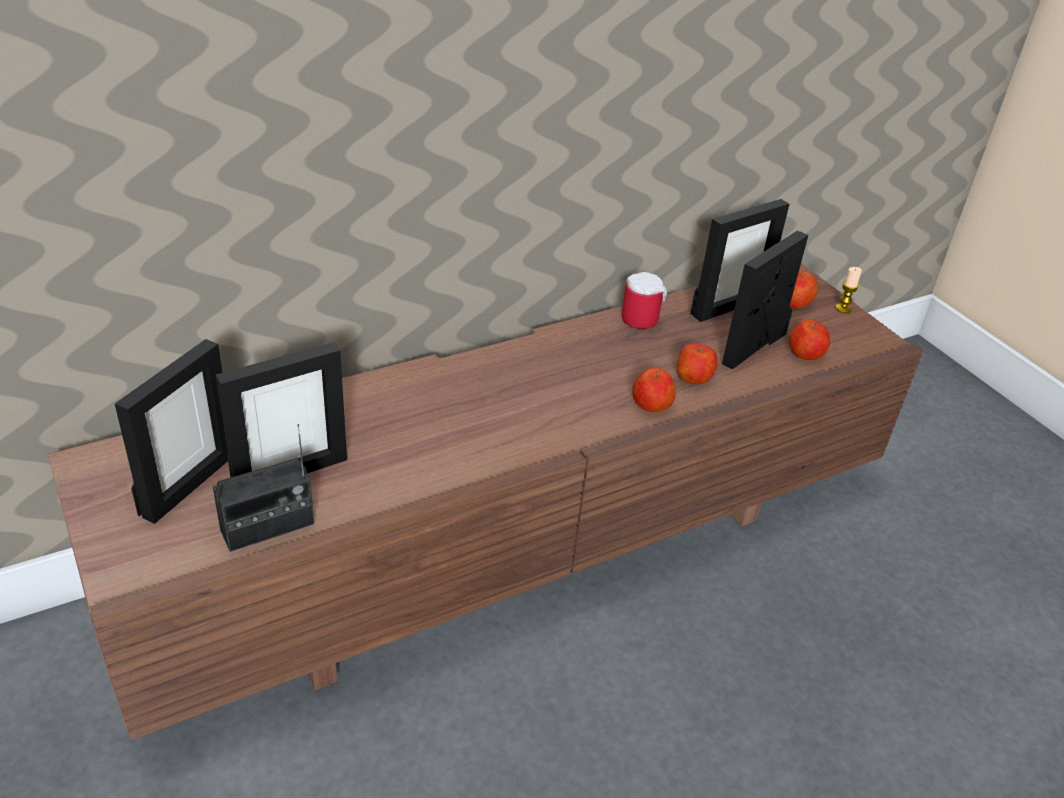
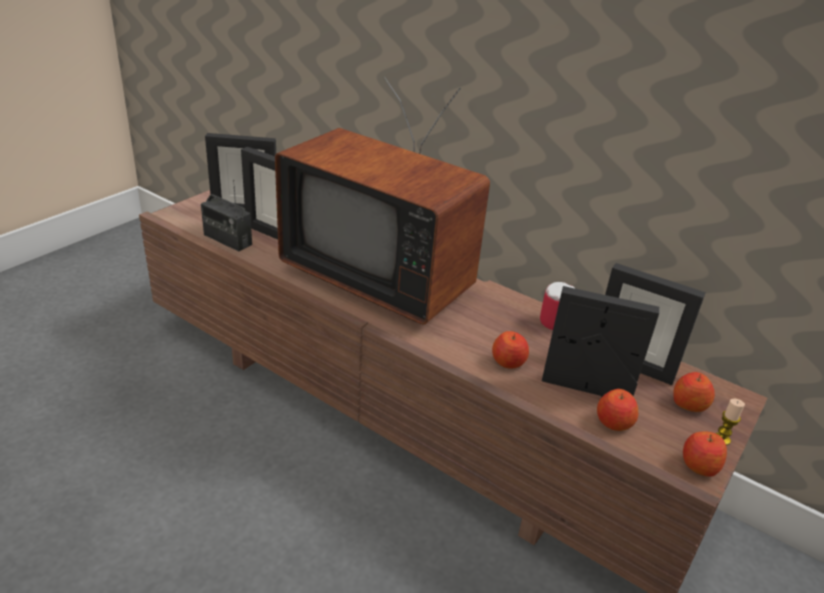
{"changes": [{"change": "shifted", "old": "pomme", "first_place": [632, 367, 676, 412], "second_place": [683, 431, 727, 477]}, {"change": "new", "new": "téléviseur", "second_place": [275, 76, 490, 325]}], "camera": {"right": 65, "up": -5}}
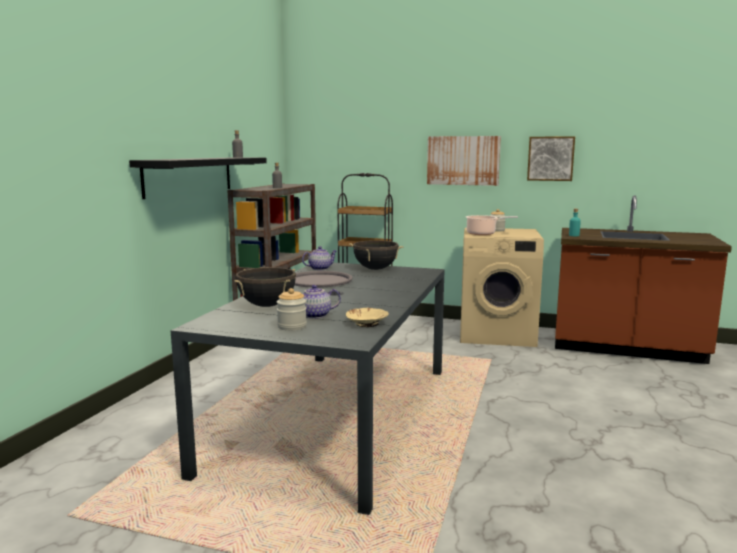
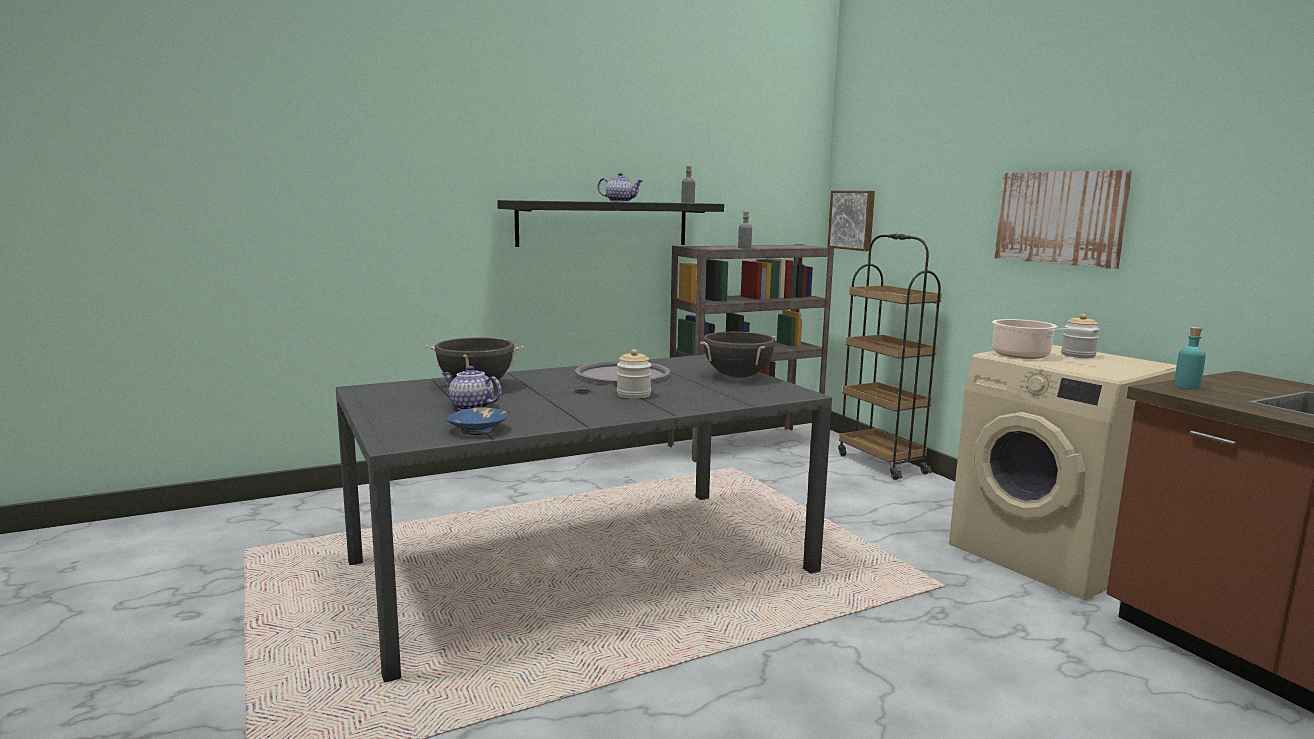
{"changes": [{"change": "shifted", "old": "bocal", "first_place": [277, 288, 307, 331], "second_place": [617, 349, 651, 399]}, {"change": "shifted", "old": "théière", "first_place": [302, 246, 337, 270], "second_place": [598, 173, 643, 202]}, {"change": "repainted", "old": "bol/beige", "new": "bol/bleu", "first_place": [346, 308, 389, 327], "second_place": [446, 407, 508, 435]}, {"change": "shifted", "old": "tableau", "first_place": [527, 136, 575, 181], "second_place": [827, 191, 875, 251]}], "camera": {"right": 45, "up": 0}}
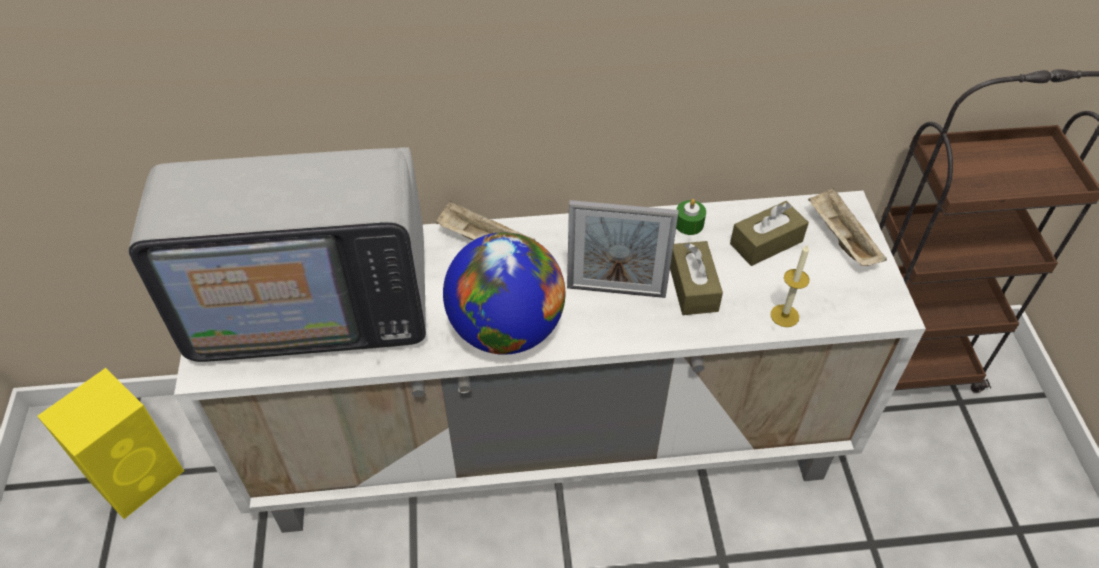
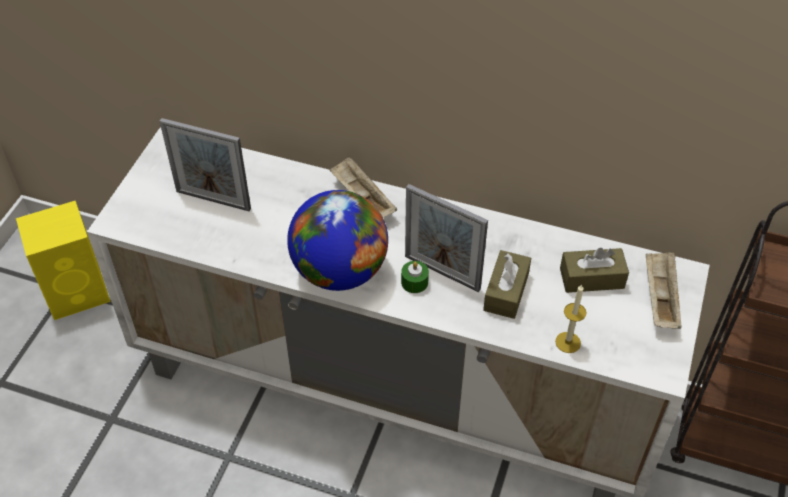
{"changes": [{"change": "swapped", "old": "téléviseur", "new": "cadre photo", "first_place": [128, 147, 426, 362], "second_place": [160, 118, 251, 211]}, {"change": "shifted", "old": "bougie/vert", "first_place": [676, 199, 706, 235], "second_place": [401, 261, 429, 293]}], "camera": {"right": 25, "up": 0}}
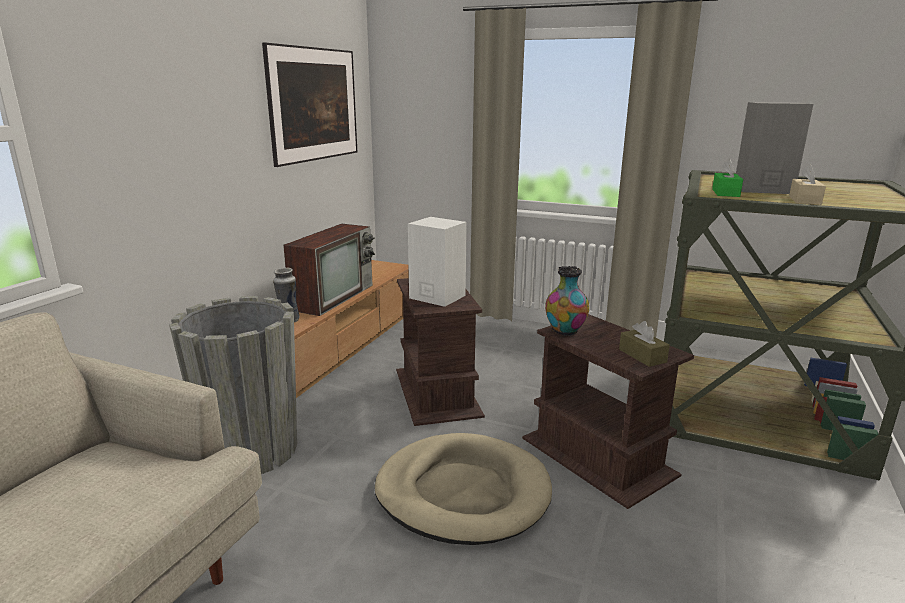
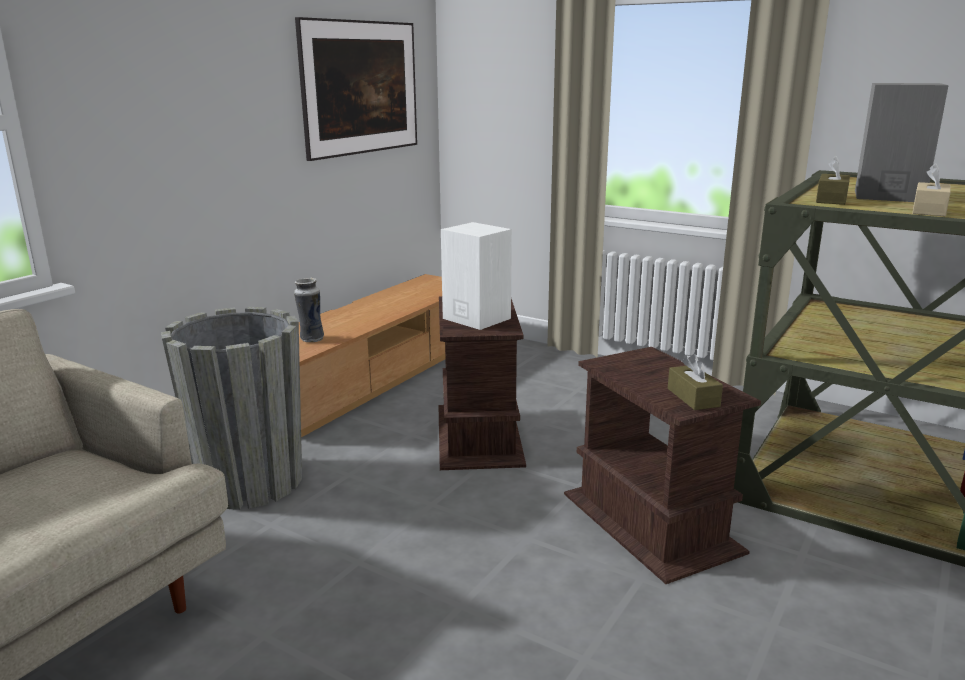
{"changes": [{"change": "gone", "old": "téléviseur", "first_place": [283, 224, 375, 316]}, {"change": "gone", "old": "panier pour chien/beige", "first_place": [374, 433, 552, 545]}, {"change": "gone", "old": "vase", "first_place": [545, 266, 589, 336]}, {"change": "repainted", "old": "boîte à mouchoirs/vert", "new": "boîte à mouchoirs/marron", "first_place": [712, 159, 743, 197], "second_place": [816, 156, 850, 205]}], "camera": {"right": 10, "up": 0}}
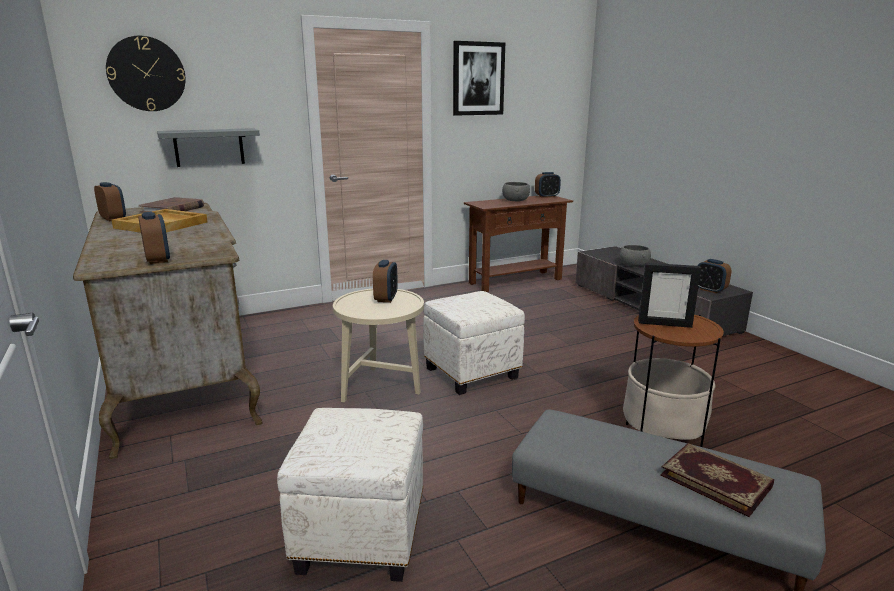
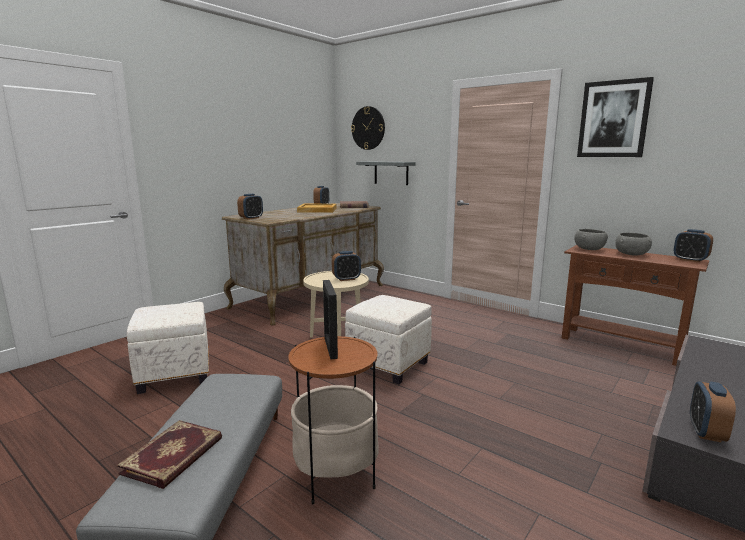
{"changes": [{"change": "shifted", "old": "bol/gris", "first_place": [620, 245, 651, 267], "second_place": [574, 229, 608, 250]}], "camera": {"right": 65, "up": -5}}
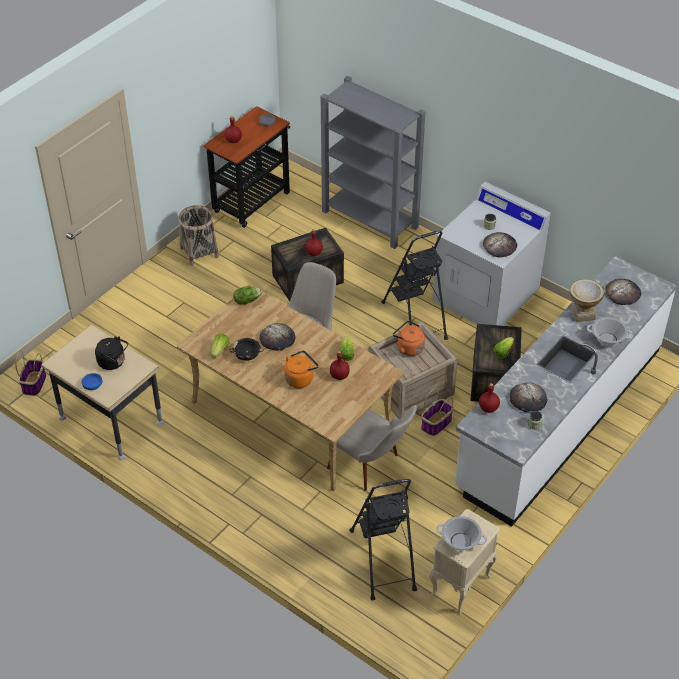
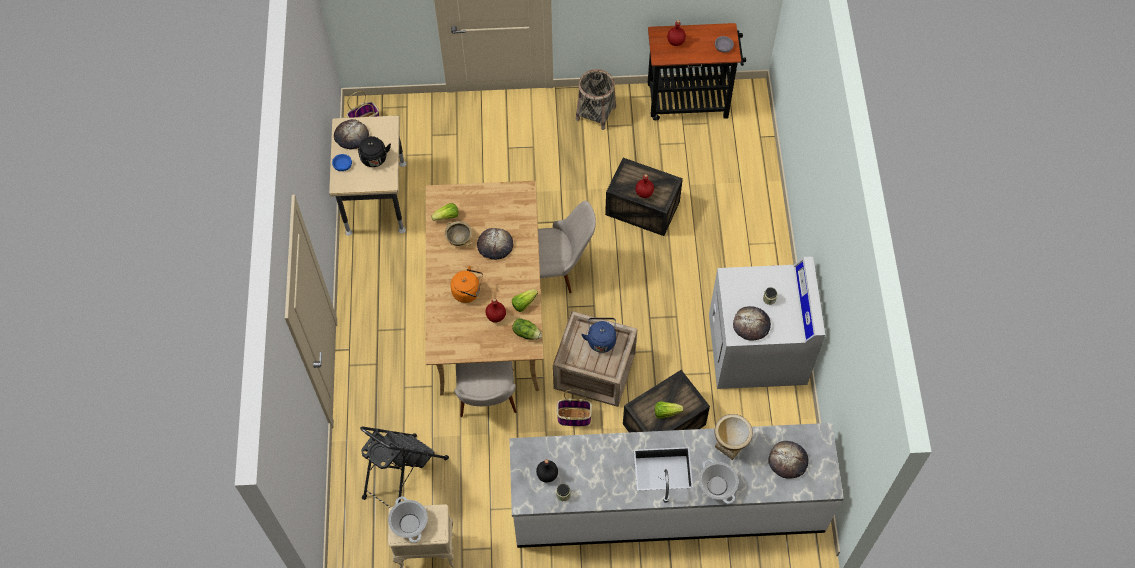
{"changes": [{"change": "repainted", "old": "bol/noir", "new": "bol/beige", "first_place": [229, 338, 264, 361], "second_place": [445, 221, 472, 246]}, {"change": "shifted", "old": "laitue", "first_place": [233, 286, 262, 305], "second_place": [512, 318, 542, 340]}, {"change": "gone", "old": "bibliothèque/gris", "first_place": [321, 76, 425, 249]}, {"change": "gone", "old": "escabeau", "first_place": [381, 231, 448, 340]}, {"change": "repainted", "old": "bouilloire/orange", "new": "bouilloire/bleu", "first_place": [393, 321, 425, 356], "second_place": [581, 318, 616, 353]}, {"change": "gone", "old": "bouteille/rouge", "first_place": [479, 383, 500, 413]}, {"change": "shifted", "old": "pain", "first_place": [509, 382, 548, 412], "second_place": [334, 119, 369, 149]}, {"change": "new", "new": "bouteille/noir", "second_place": [536, 459, 558, 483]}], "camera": {"right": 50, "up": 15}}
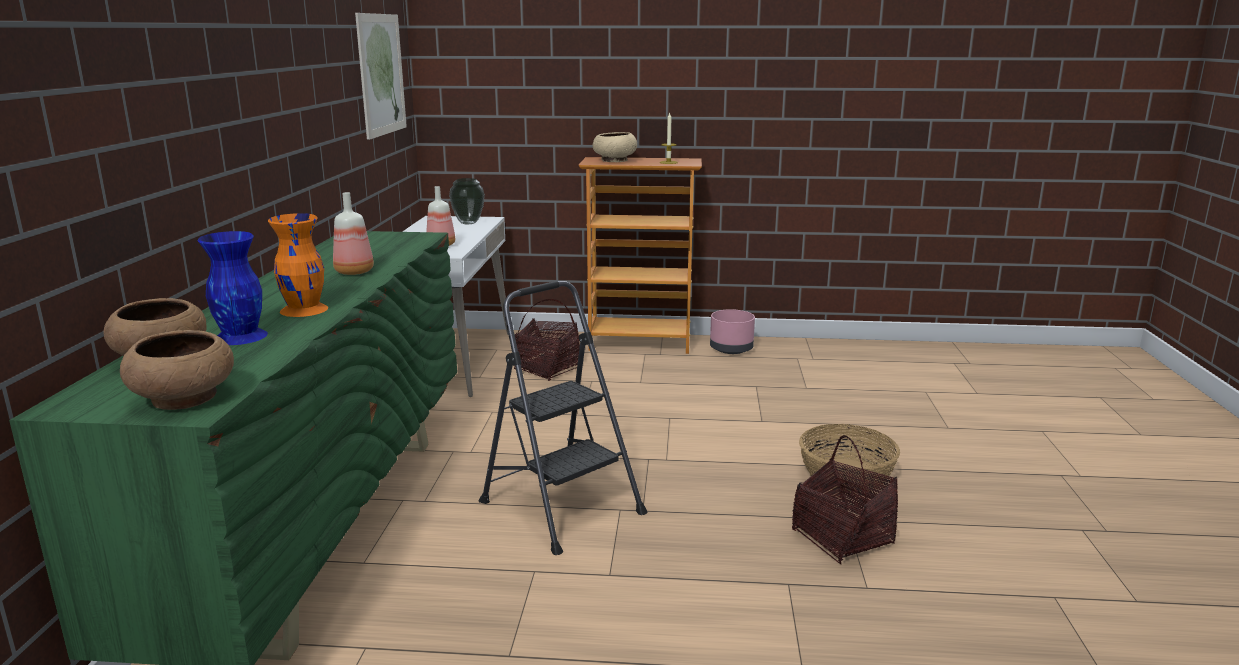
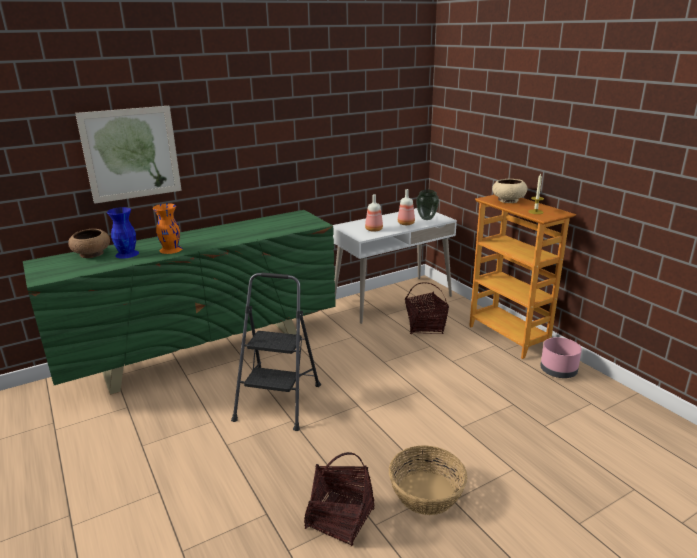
{"changes": [{"change": "gone", "old": "bol/marron", "first_place": [120, 330, 234, 410]}, {"change": "shifted", "old": "bouteille", "first_place": [333, 192, 374, 275], "second_place": [398, 189, 415, 225]}, {"change": "shifted", "old": "tableau", "first_place": [355, 13, 407, 140], "second_place": [75, 106, 181, 204]}], "camera": {"right": 55, "up": 5}}
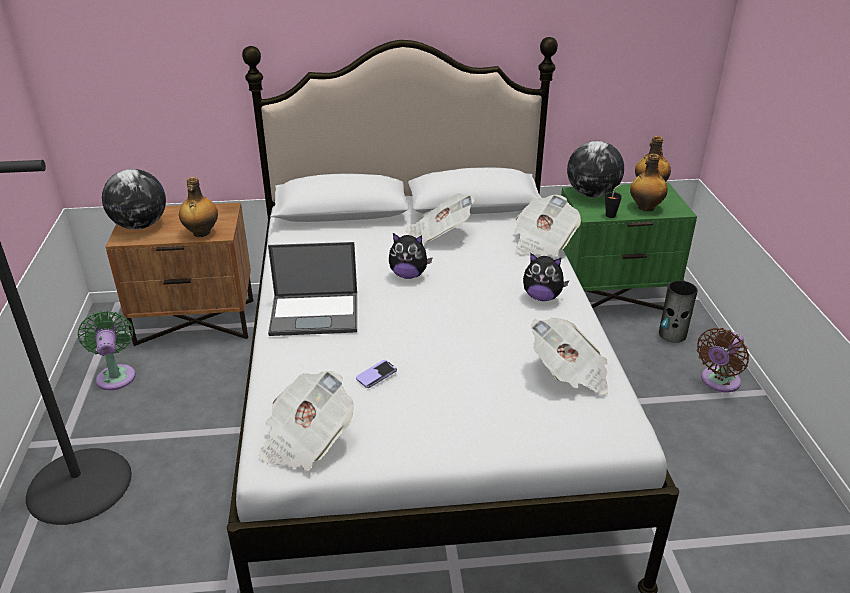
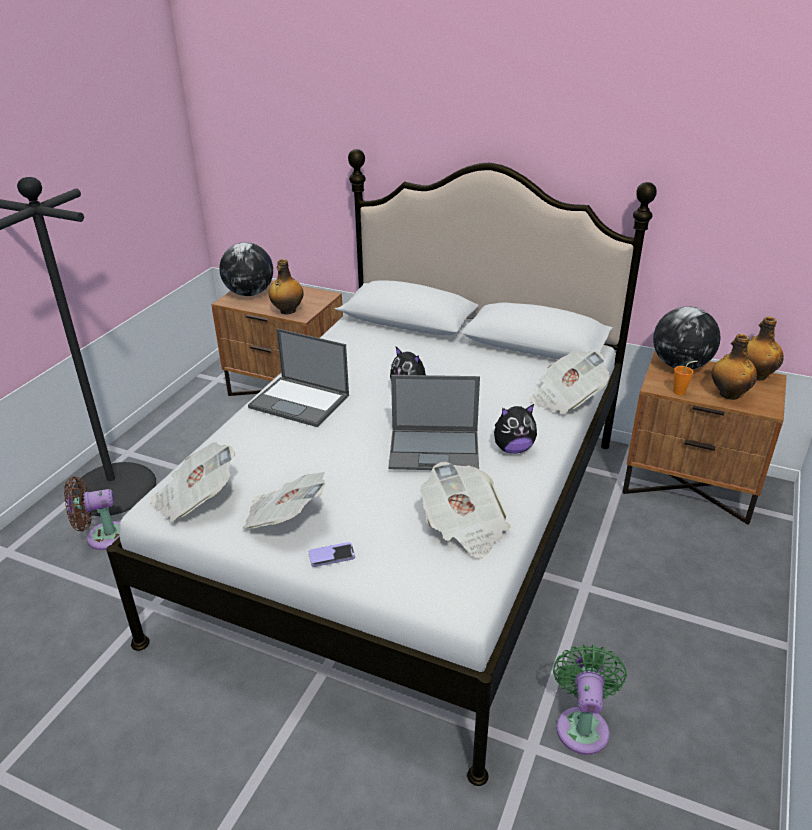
{"changes": [{"change": "shifted", "old": "ventilateur/vert", "first_place": [78, 311, 136, 390], "second_place": [553, 645, 627, 755]}, {"change": "shifted", "old": "téléphone", "first_place": [356, 360, 397, 388], "second_place": [309, 542, 355, 567]}, {"change": "shifted", "old": "journal", "first_place": [406, 193, 475, 244], "second_place": [242, 472, 325, 529]}, {"change": "rotated", "old": "peluche", "first_place": [523, 253, 569, 301], "second_place": [494, 404, 537, 454], "degrees": -60}, {"change": "repainted", "old": "table de chevet/vert", "new": "table de chevet/marron", "first_place": [561, 182, 697, 310], "second_place": [623, 351, 787, 525]}, {"change": "repainted", "old": "tasse/noir", "new": "tasse/orange", "first_place": [605, 185, 622, 218], "second_place": [673, 361, 698, 395]}, {"change": "gone", "old": "vase", "first_place": [659, 280, 698, 343]}, {"change": "shifted", "old": "ventilateur/marron", "first_place": [697, 328, 749, 392], "second_place": [64, 476, 120, 550]}, {"change": "new", "new": "ordinateur portable", "second_place": [389, 375, 480, 470]}], "camera": {"right": 30, "up": 0}}
